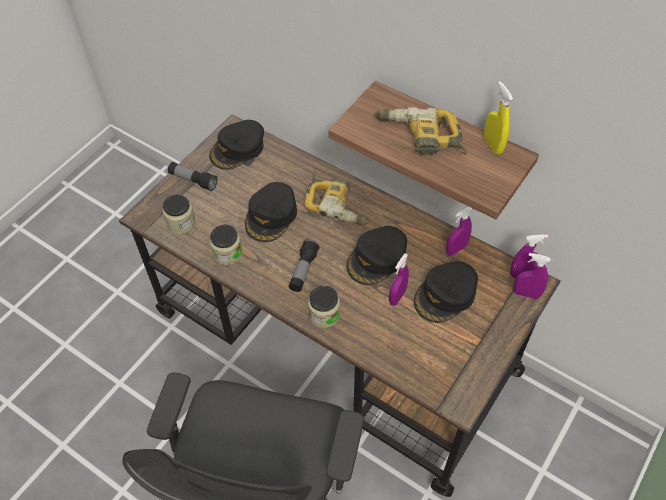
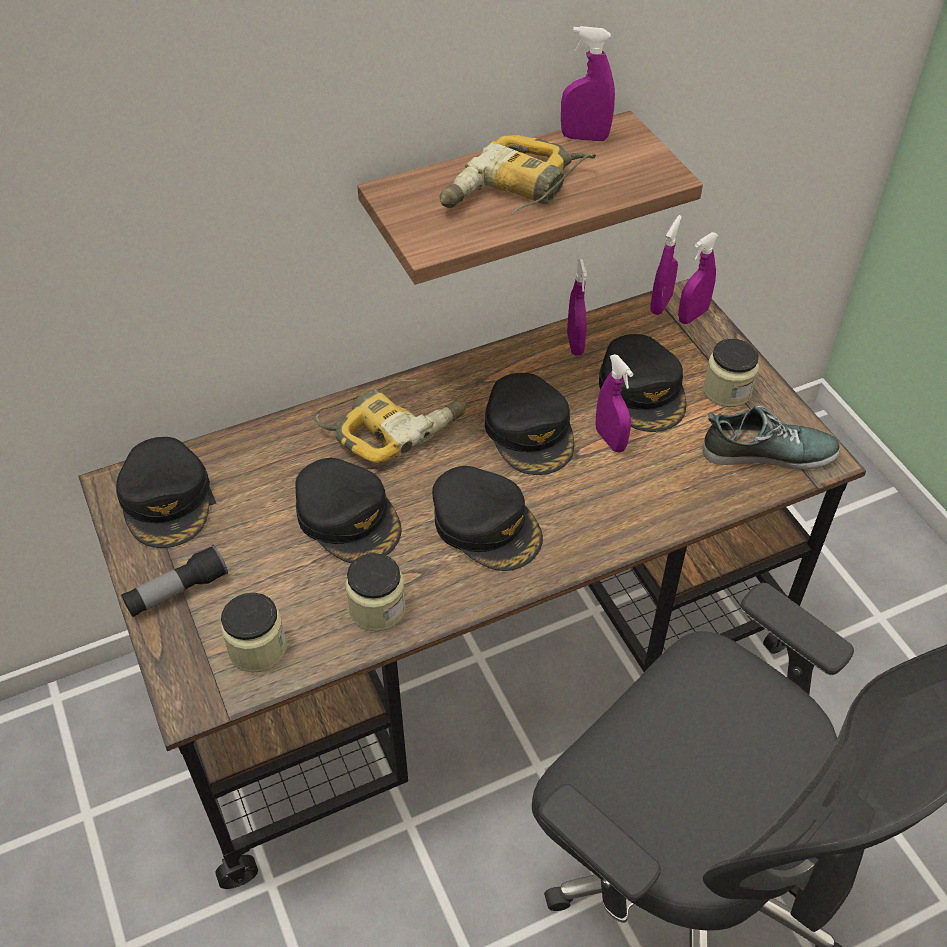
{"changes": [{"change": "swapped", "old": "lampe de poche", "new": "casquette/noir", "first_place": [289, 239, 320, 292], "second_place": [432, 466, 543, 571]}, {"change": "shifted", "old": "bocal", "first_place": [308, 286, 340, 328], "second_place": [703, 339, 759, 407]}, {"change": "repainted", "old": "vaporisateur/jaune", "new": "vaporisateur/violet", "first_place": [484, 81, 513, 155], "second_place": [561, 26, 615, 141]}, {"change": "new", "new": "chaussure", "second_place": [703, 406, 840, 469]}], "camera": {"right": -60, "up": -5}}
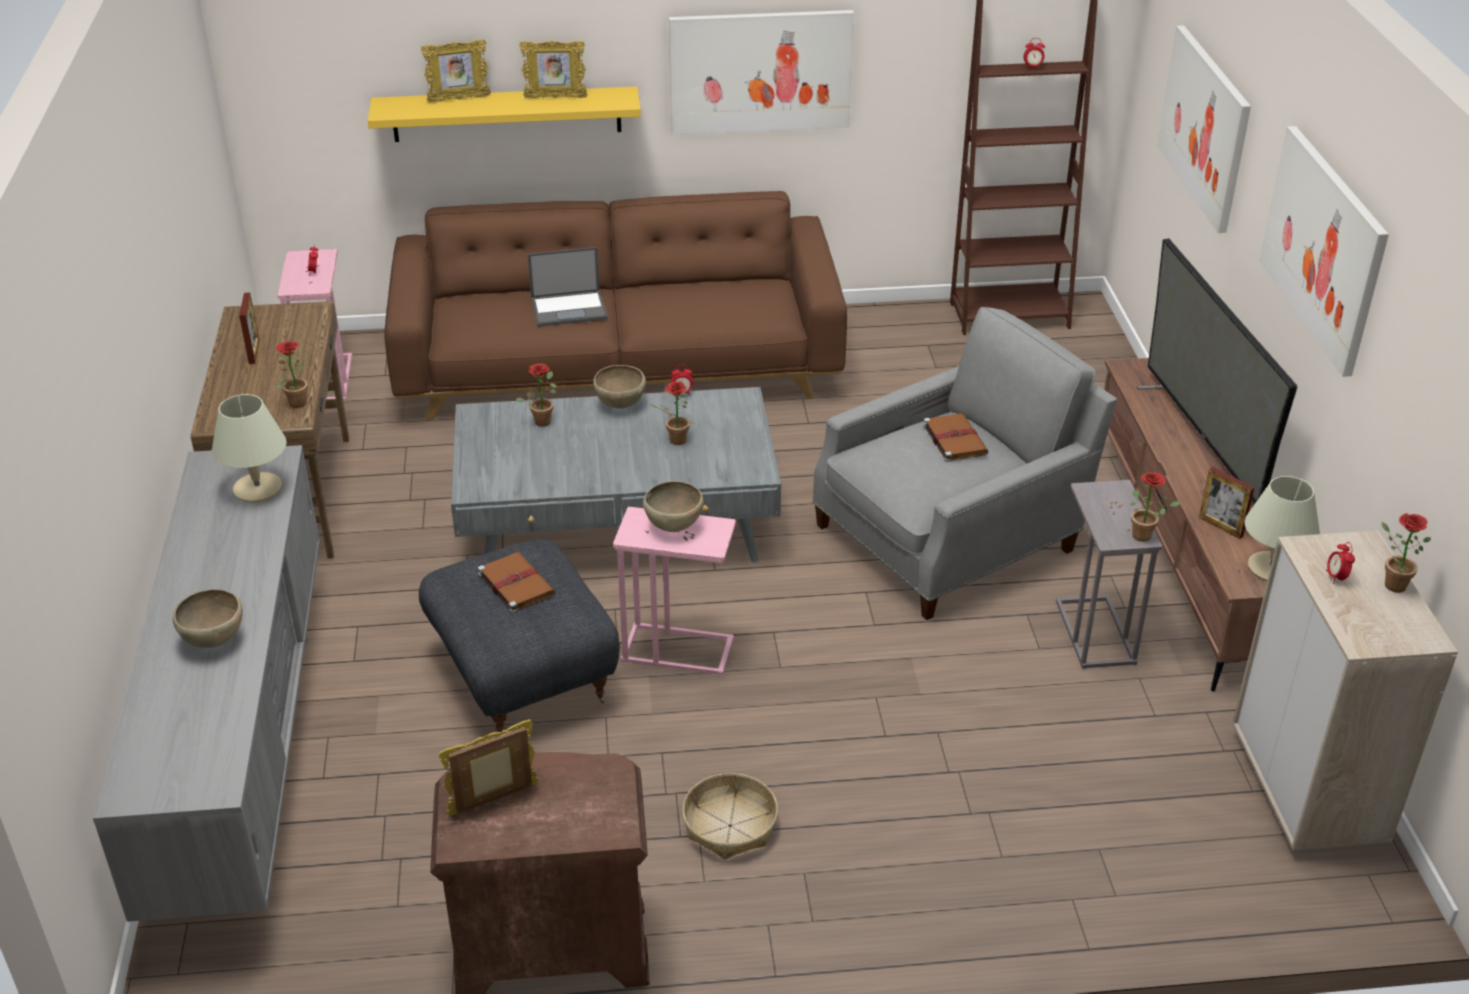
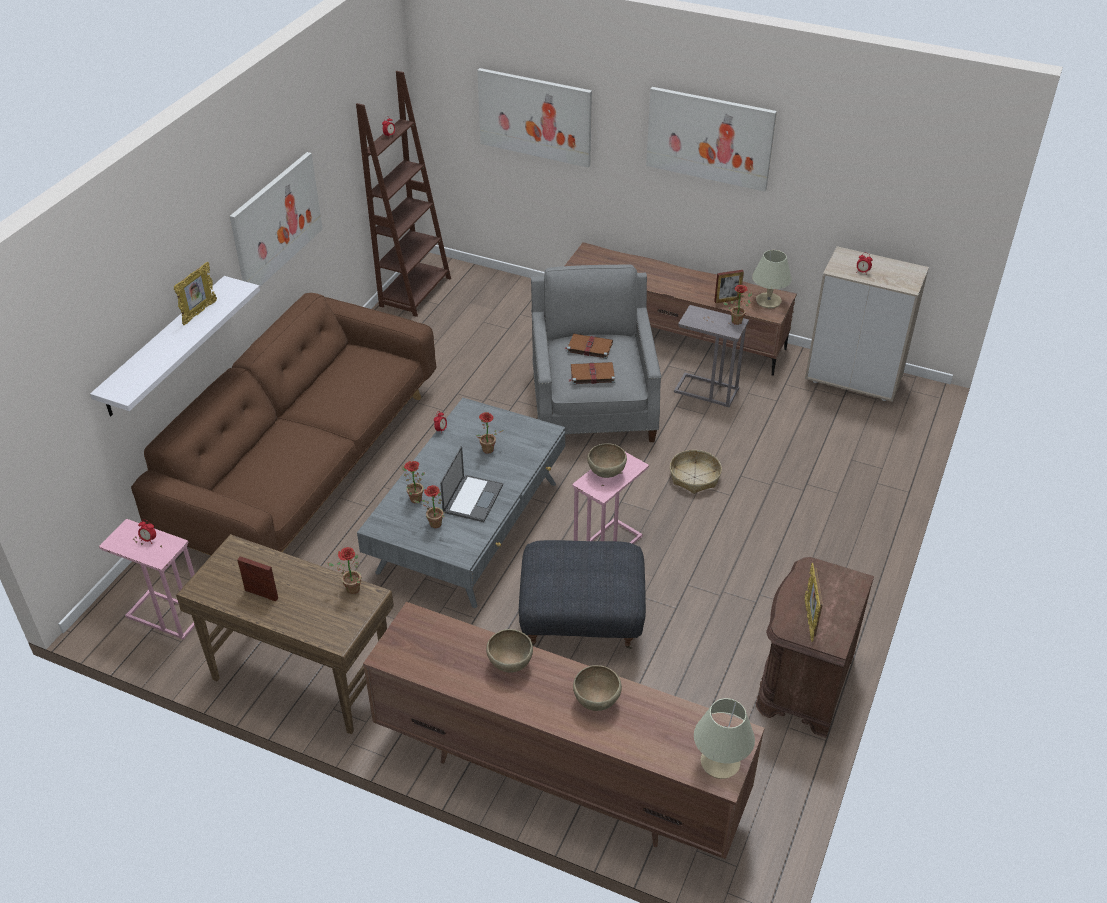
{"changes": [{"change": "repainted", "old": "meuble de rangement/gris", "new": "meuble de rangement/marron", "first_place": [93, 445, 320, 922], "second_place": [363, 602, 765, 859]}, {"change": "shifted", "old": "lampe de table/beige", "first_place": [212, 394, 287, 503], "second_place": [694, 698, 755, 779]}, {"change": "repainted", "old": "étagère/jaune", "new": "étagère/blanc", "first_place": [368, 87, 641, 142], "second_place": [90, 276, 260, 416]}, {"change": "gone", "old": "cadre photo", "first_place": [421, 39, 491, 103]}, {"change": "shifted", "old": "livre/marron", "first_place": [478, 552, 555, 613], "second_place": [568, 362, 615, 385]}, {"change": "shifted", "old": "ordinateur portable", "first_place": [528, 247, 608, 327], "second_place": [440, 446, 503, 522]}, {"change": "shifted", "old": "bol/marron", "first_place": [593, 365, 646, 409], "second_place": [486, 629, 533, 673]}, {"change": "shifted", "old": "panier", "first_place": [682, 773, 778, 859], "second_place": [670, 450, 722, 494]}, {"change": "gone", "old": "téléviseur", "first_place": [1136, 239, 1297, 504]}, {"change": "shifted", "old": "plante en pot", "first_place": [1382, 513, 1431, 593], "second_place": [413, 485, 445, 528]}], "camera": {"right": -60, "up": 5}}
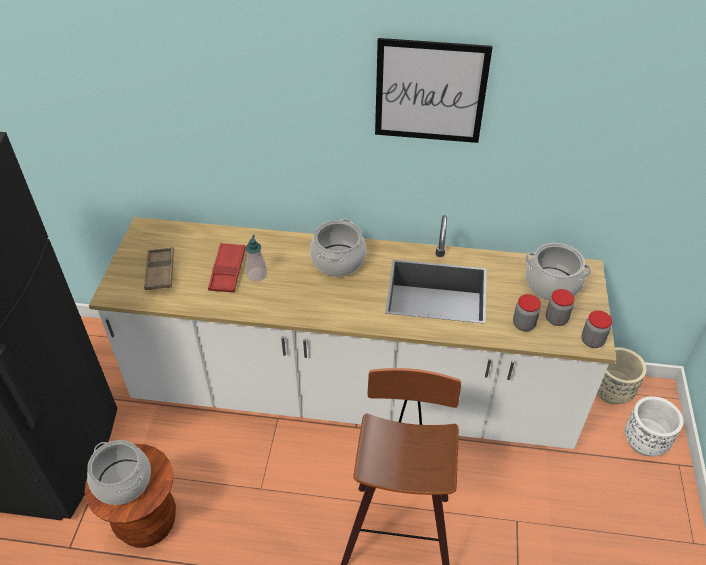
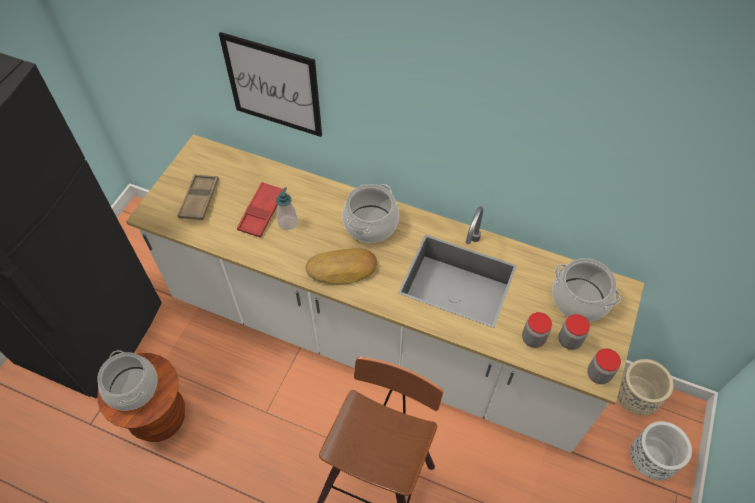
{"changes": [{"change": "shifted", "old": "tableau", "first_place": [375, 38, 493, 143], "second_place": [219, 32, 322, 137]}, {"change": "new", "new": "pain", "second_place": [306, 248, 377, 284]}], "camera": {"right": 15, "up": 10}}
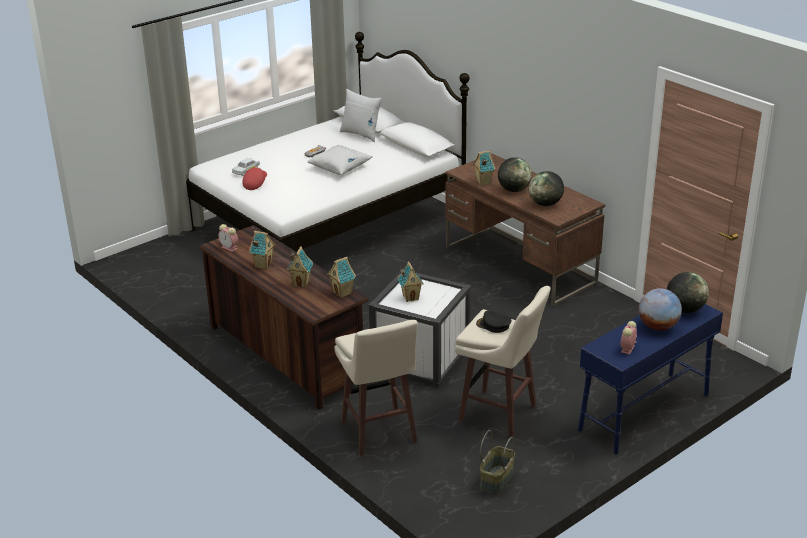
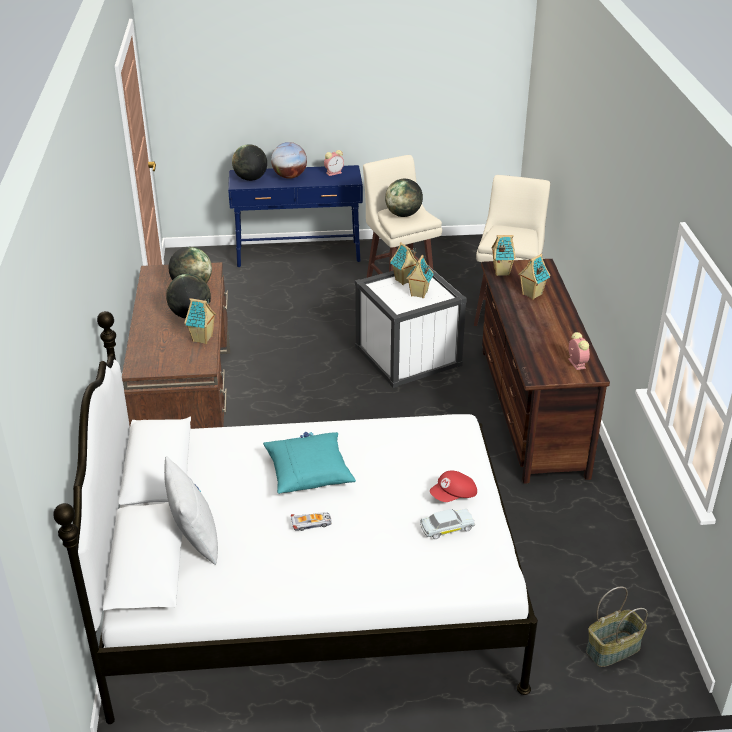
{"changes": [{"change": "shifted", "old": "maison miniature", "first_place": [249, 231, 275, 269], "second_place": [390, 242, 418, 285]}, {"change": "repainted", "old": "coussin/gris", "new": "coussin/turquoise", "first_place": [307, 145, 373, 175], "second_place": [263, 432, 356, 494]}, {"change": "swapped", "old": "casquette/noir", "new": "globe", "first_place": [476, 311, 512, 333], "second_place": [385, 179, 423, 217]}, {"change": "shifted", "old": "panier", "first_place": [480, 430, 515, 495], "second_place": [586, 586, 648, 667]}], "camera": {"right": -145, "up": 5}}
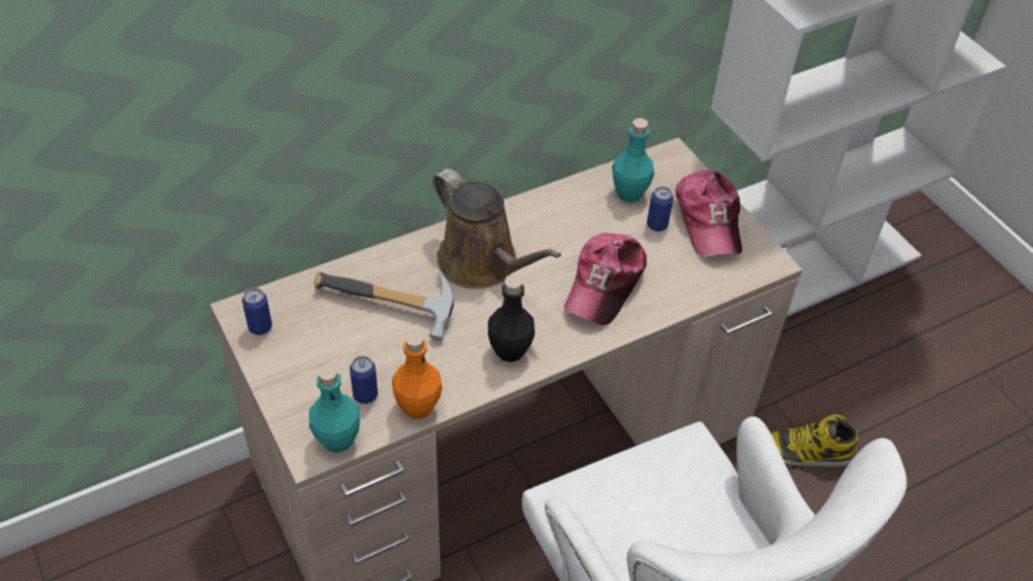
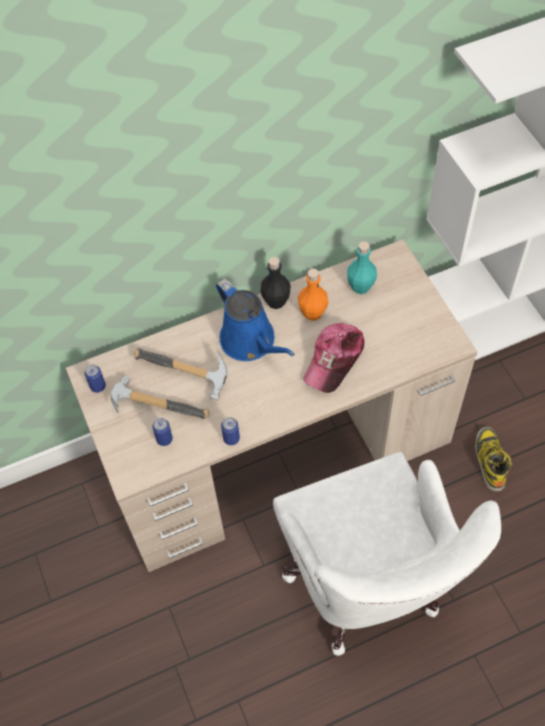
{"changes": [{"change": "gone", "old": "bouteille/turquoise", "first_place": [309, 365, 360, 453]}, {"change": "shifted", "old": "bouteille/orange", "first_place": [392, 331, 442, 419], "second_place": [298, 269, 329, 321]}, {"change": "repainted", "old": "arrosoir/marron", "new": "arrosoir/bleu", "first_place": [433, 168, 561, 289], "second_place": [216, 279, 295, 361]}, {"change": "shifted", "old": "bouteille/noir", "first_place": [488, 275, 535, 362], "second_place": [261, 257, 290, 309]}, {"change": "shifted", "old": "boîte métallique", "first_place": [647, 186, 674, 231], "second_place": [221, 417, 240, 445]}, {"change": "gone", "old": "casquette", "first_place": [675, 170, 742, 256]}, {"change": "rotated", "old": "botte", "first_place": [770, 414, 858, 467], "second_place": [475, 427, 512, 492], "degrees": 75}, {"change": "new", "new": "marteau", "second_place": [111, 375, 209, 419]}], "camera": {"right": 10, "up": 10}}
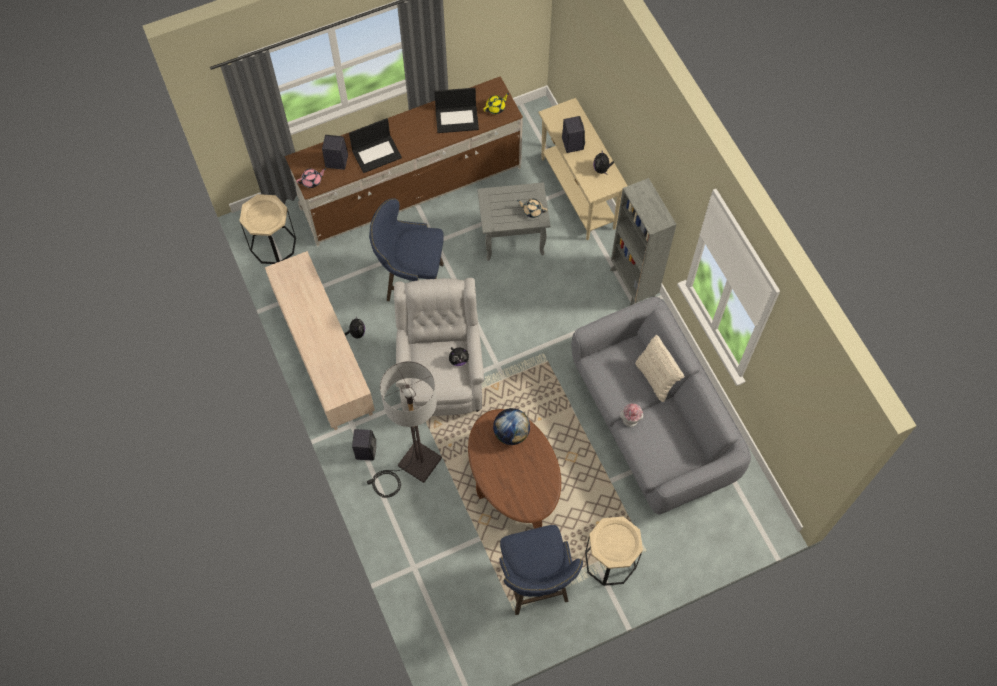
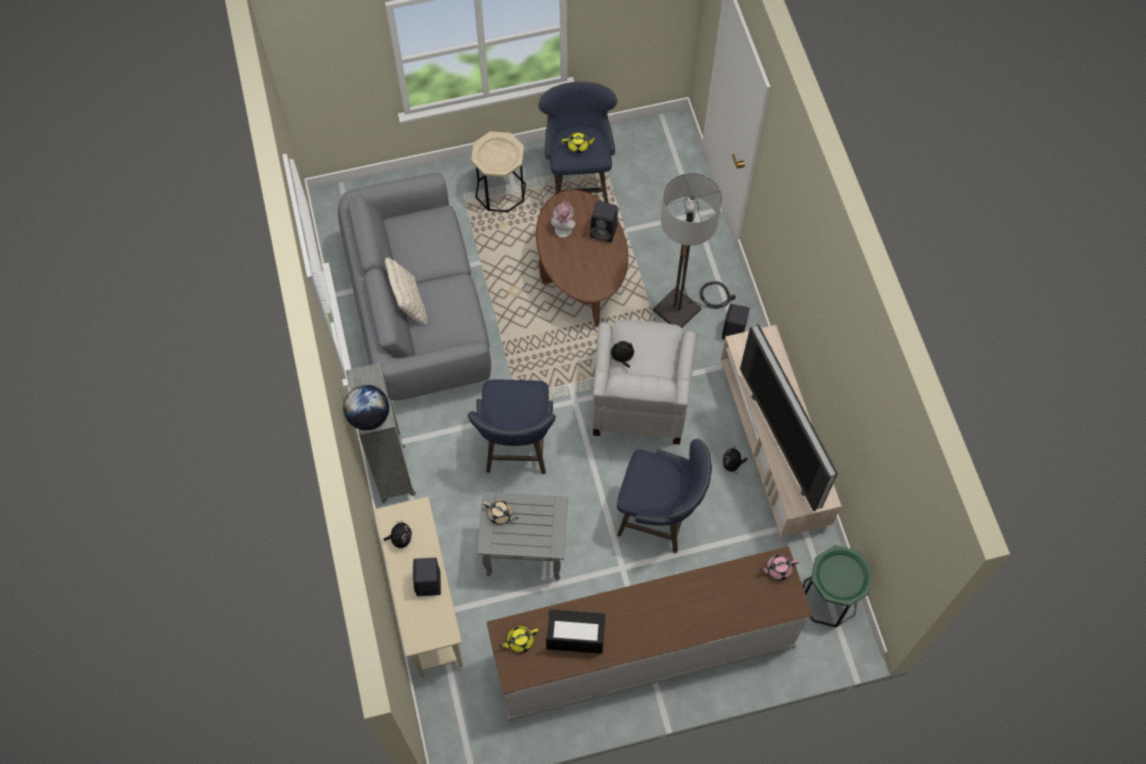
{"changes": [{"change": "repainted", "old": "table d'appoint/beige", "new": "table d'appoint/vert", "first_place": [239, 194, 296, 264], "second_place": [803, 545, 873, 627]}, {"change": "shifted", "old": "enceinte/noir", "first_place": [322, 135, 348, 170], "second_place": [590, 201, 618, 242]}, {"change": "gone", "old": "ordinateur portable", "first_place": [349, 118, 402, 173]}, {"change": "shifted", "old": "globe", "first_place": [493, 408, 530, 445], "second_place": [343, 385, 389, 430]}, {"change": "shifted", "old": "chapeau", "first_place": [620, 403, 643, 427], "second_place": [551, 202, 575, 238]}, {"change": "new", "new": "tabouret/bleu", "second_place": [468, 380, 556, 474]}, {"change": "new", "new": "théière/jaune", "second_place": [562, 132, 597, 153]}, {"change": "new", "new": "téléviseur", "second_place": [740, 324, 838, 511]}], "camera": {"right": -170, "up": 0}}
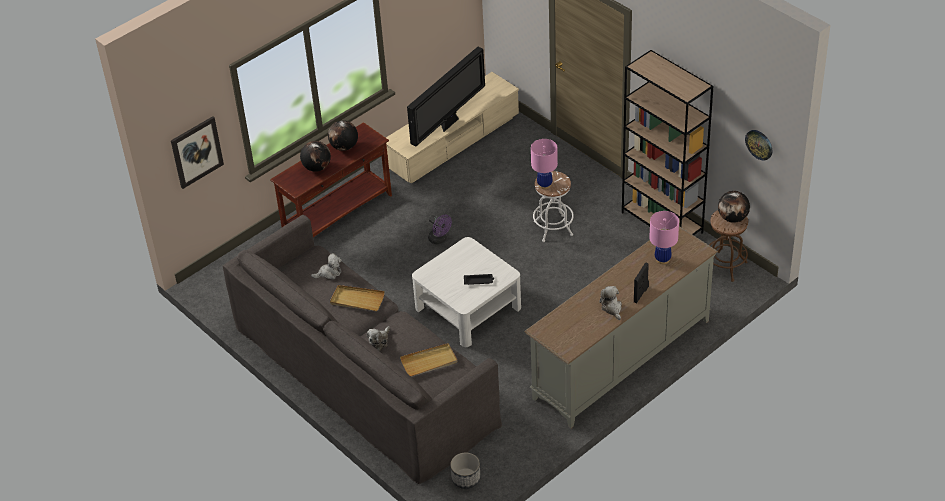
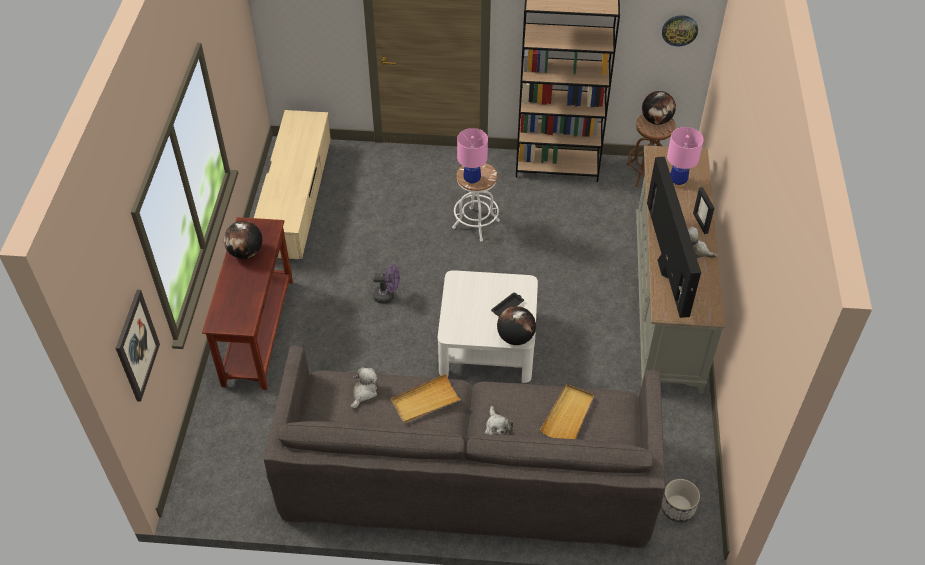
{"changes": [{"change": "shifted", "old": "globe", "first_place": [300, 141, 331, 172], "second_place": [497, 306, 536, 345]}, {"change": "shifted", "old": "téléviseur", "first_place": [407, 47, 485, 146], "second_place": [647, 157, 701, 318]}], "camera": {"right": -45, "up": 5}}
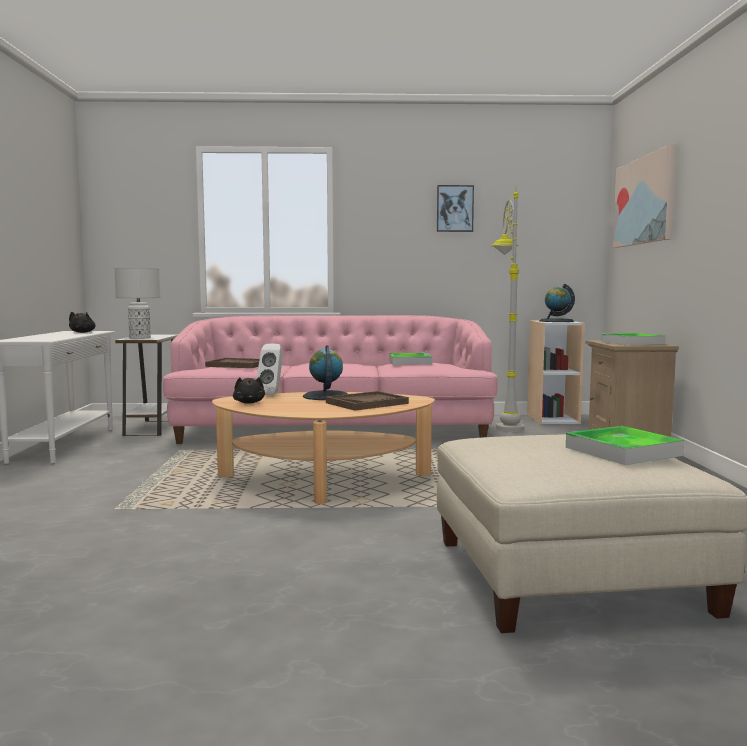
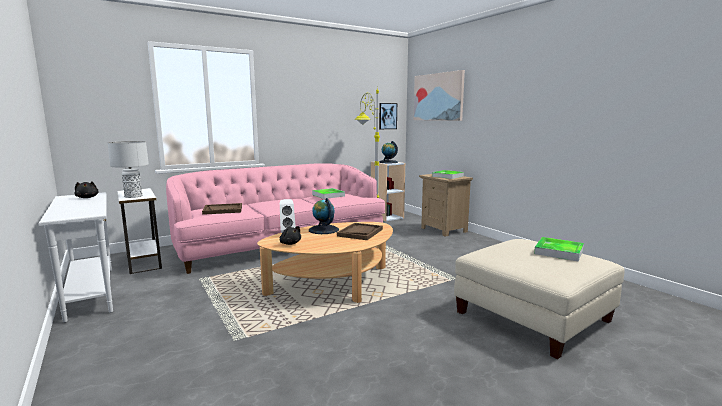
{"changes": [{"change": "shifted", "old": "tableau", "first_place": [437, 185, 474, 232], "second_place": [379, 103, 397, 129]}], "camera": {"right": -30, "up": 5}}
